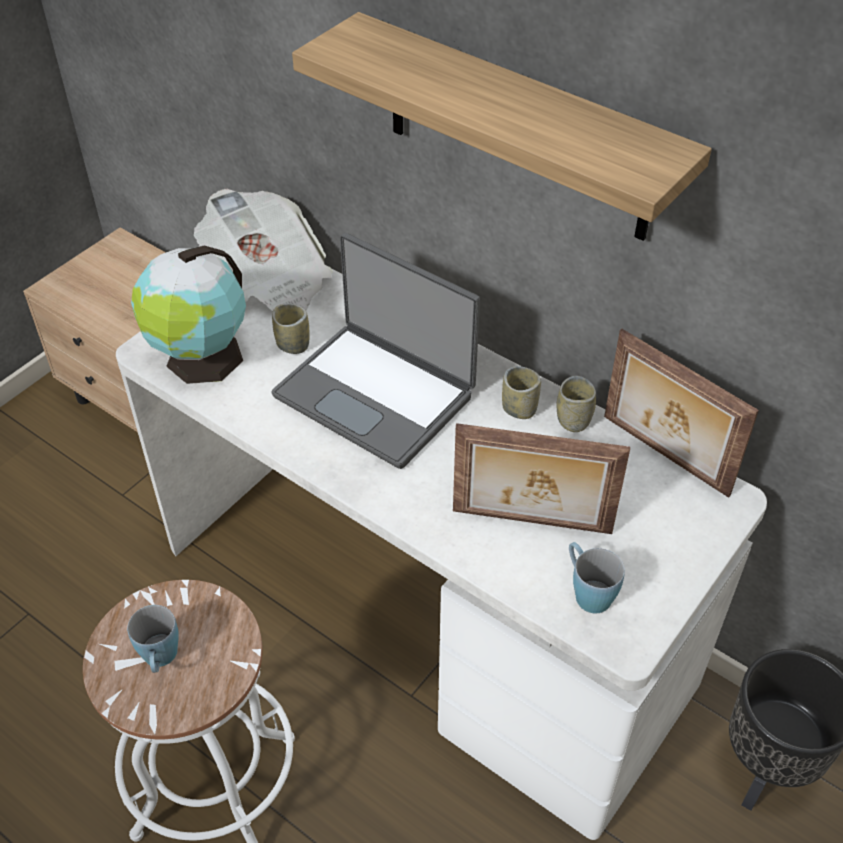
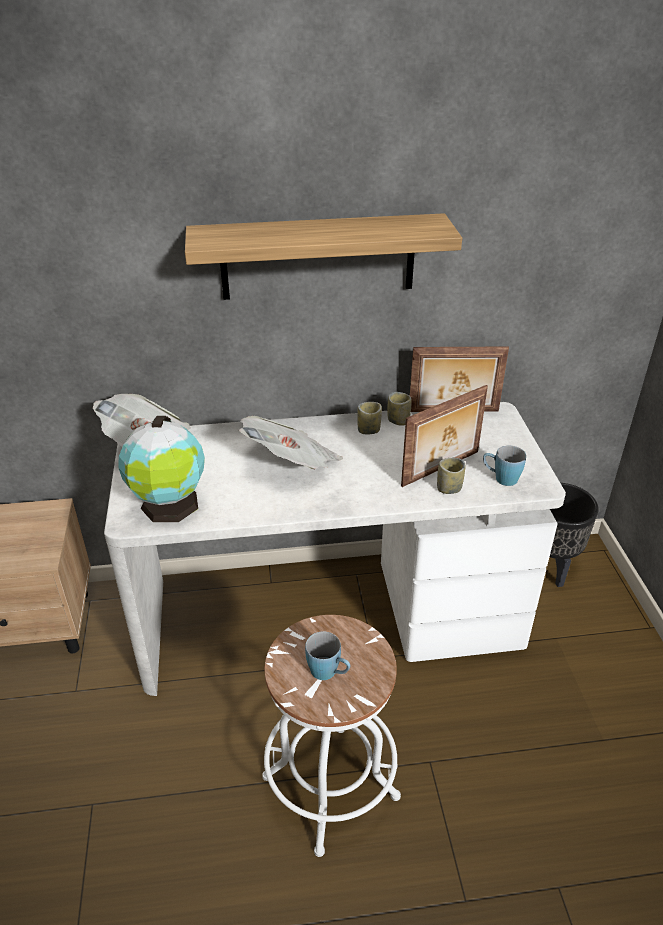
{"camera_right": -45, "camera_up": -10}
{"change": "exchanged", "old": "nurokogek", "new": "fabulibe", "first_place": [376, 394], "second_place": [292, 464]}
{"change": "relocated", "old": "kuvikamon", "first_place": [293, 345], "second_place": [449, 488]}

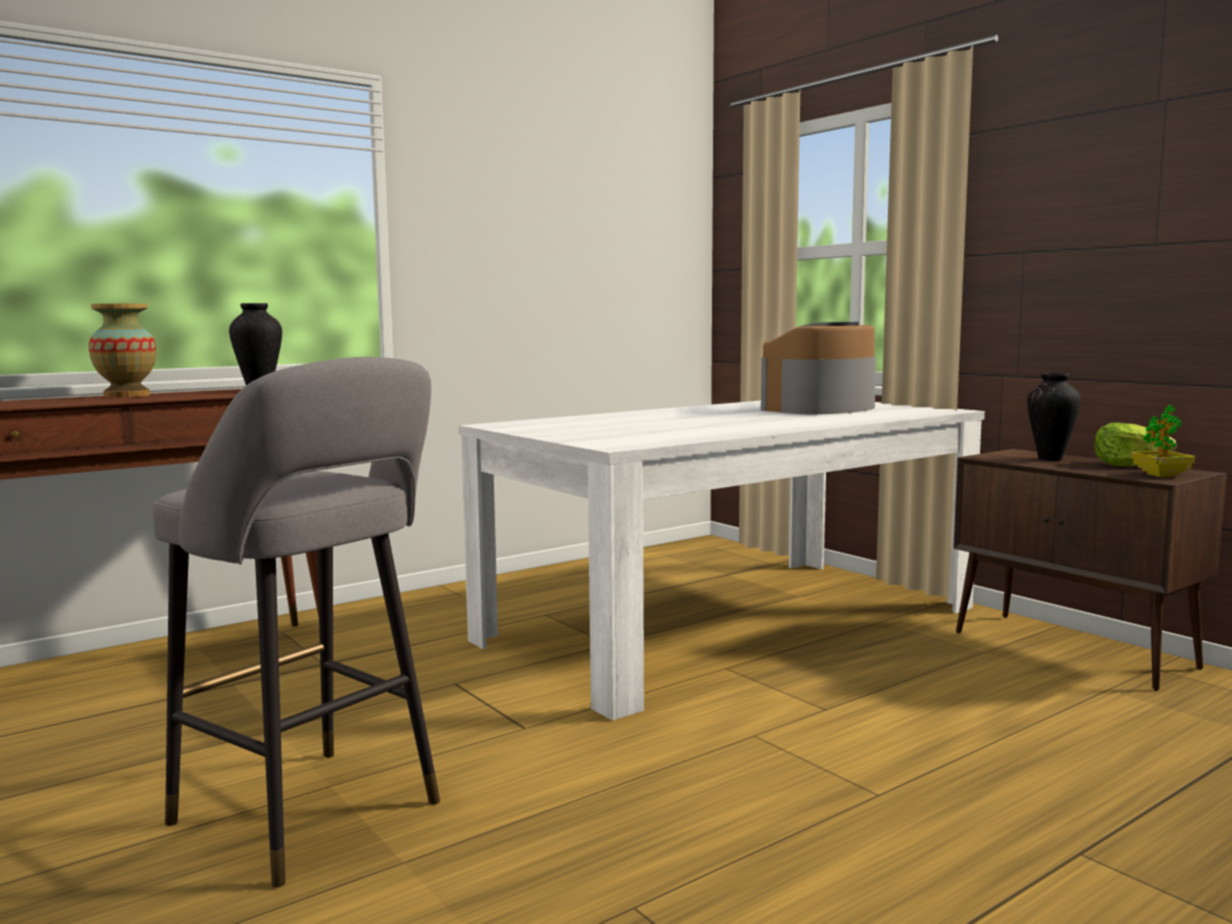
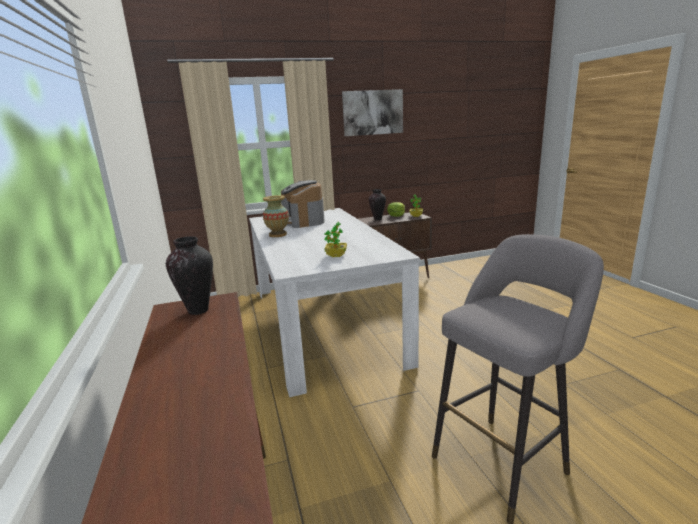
{"camera_right": -70, "camera_up": 10}
{"change": "relocated", "old": "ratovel", "first_place": [127, 395], "second_place": [277, 235]}
{"change": "appeared", "new": "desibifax", "second_place": [372, 112]}
{"change": "appeared", "new": "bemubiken", "second_place": [336, 255]}

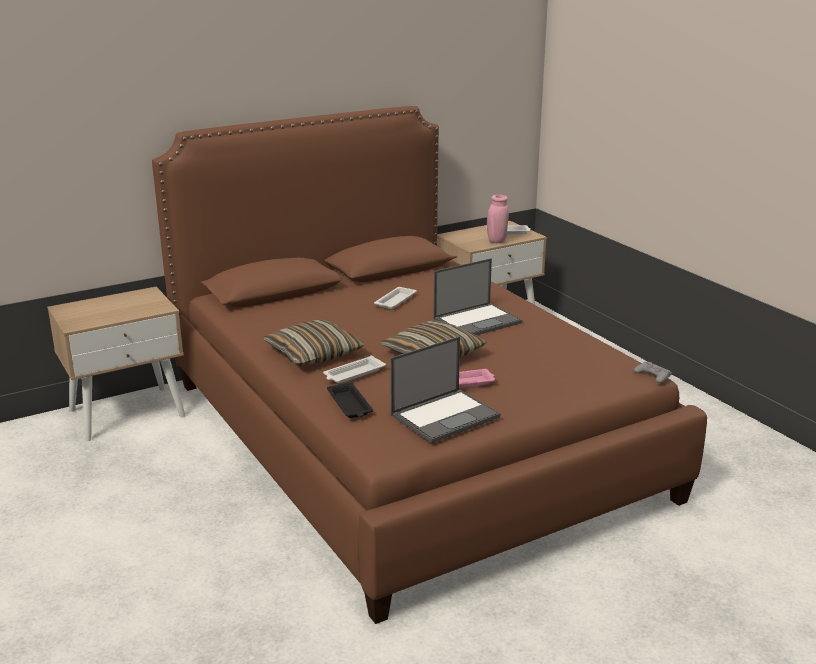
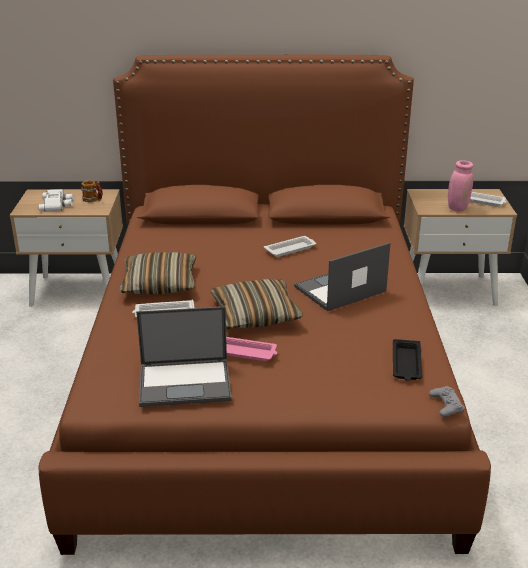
{"camera_right": 30, "camera_up": 5}
{"change": "spun", "old": "nurokogek", "first_place": [477, 321], "second_place": [339, 289], "degrees": 150}
{"change": "relocated", "old": "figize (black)", "first_place": [350, 405], "second_place": [406, 364]}
{"change": "appeared", "new": "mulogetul", "second_place": [93, 200]}
{"change": "appeared", "new": "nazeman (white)", "second_place": [57, 204]}

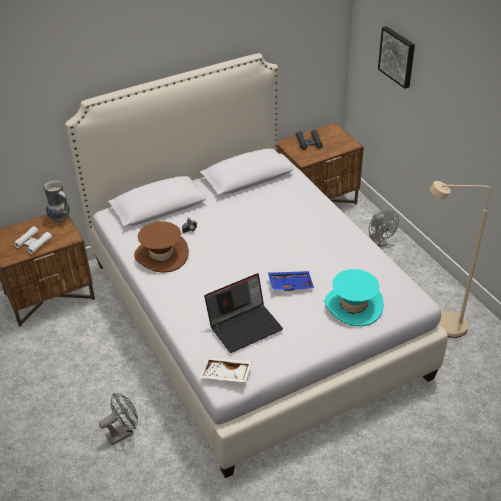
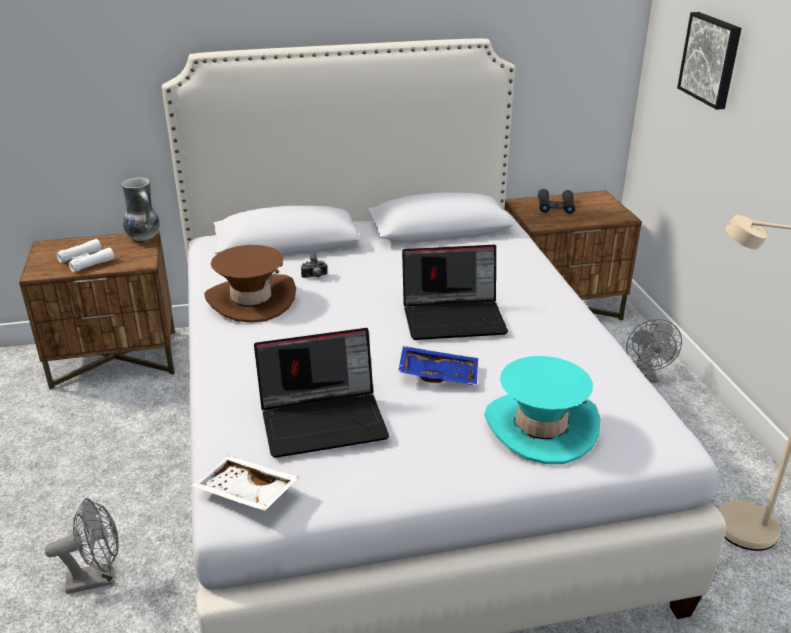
{"camera_right": 15, "camera_up": -10}
{"change": "appeared", "new": "nurokogek", "second_place": [455, 317]}

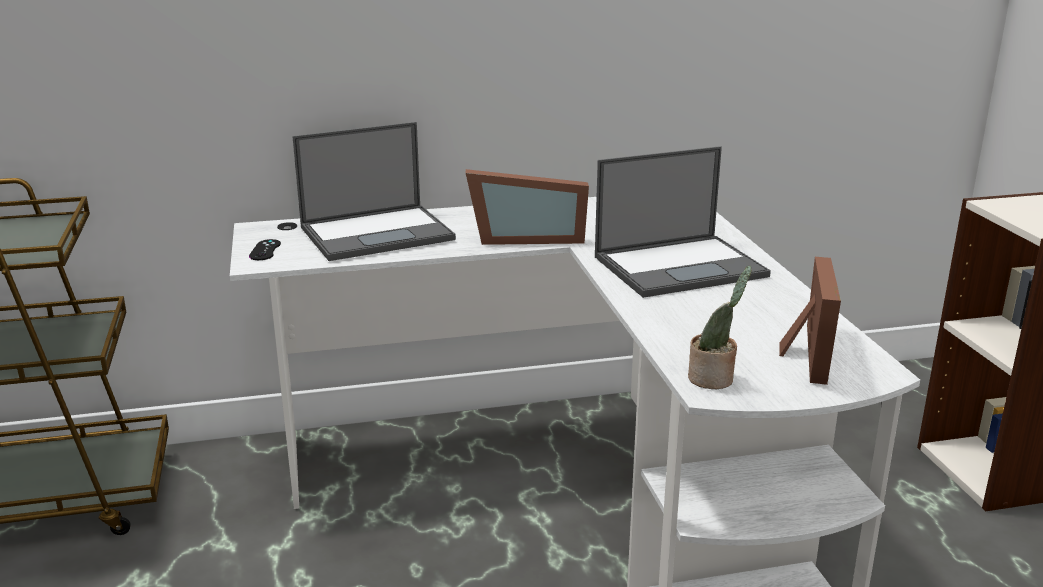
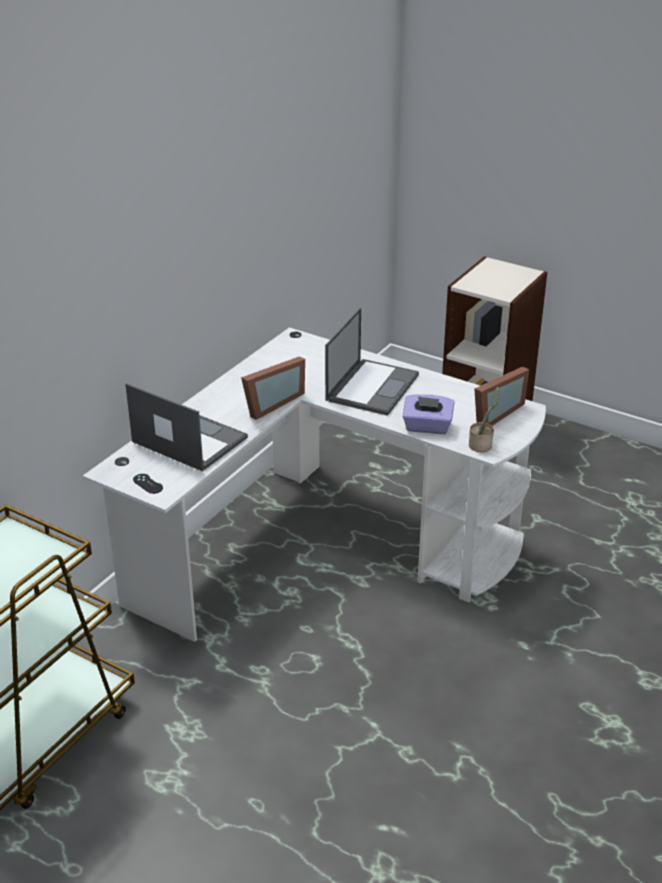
{"camera_right": -45, "camera_up": 10}
{"change": "spun", "old": "nurokogek", "first_place": [378, 233], "second_place": [188, 440], "degrees": -75}
{"change": "spun", "old": "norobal", "first_place": [802, 354], "second_place": [492, 414], "degrees": 75}
{"change": "appeared", "new": "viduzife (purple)", "second_place": [427, 427]}

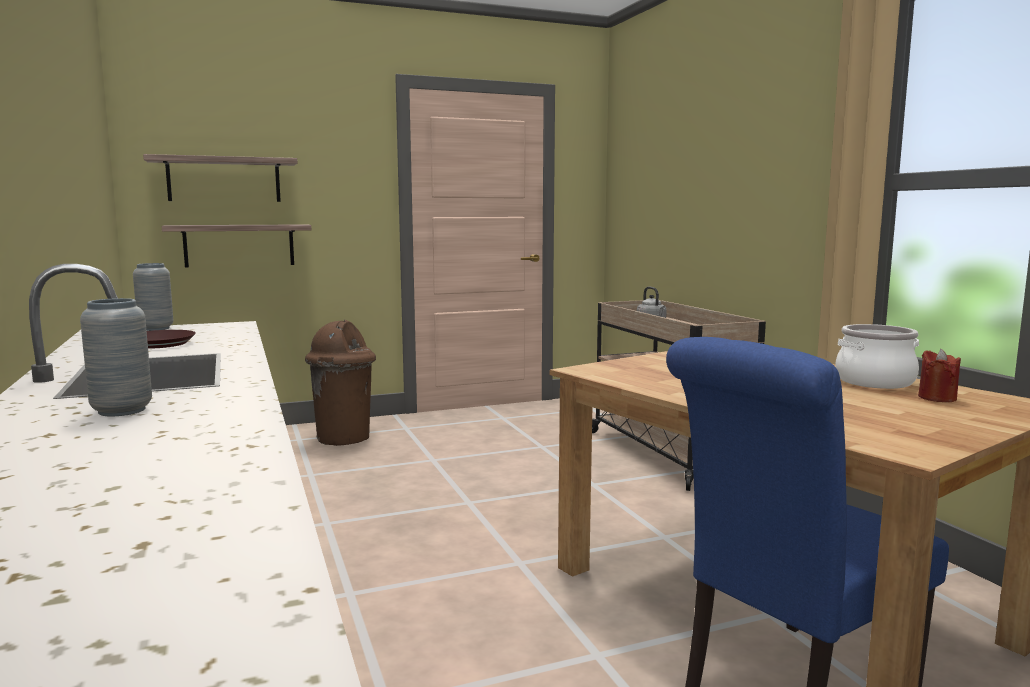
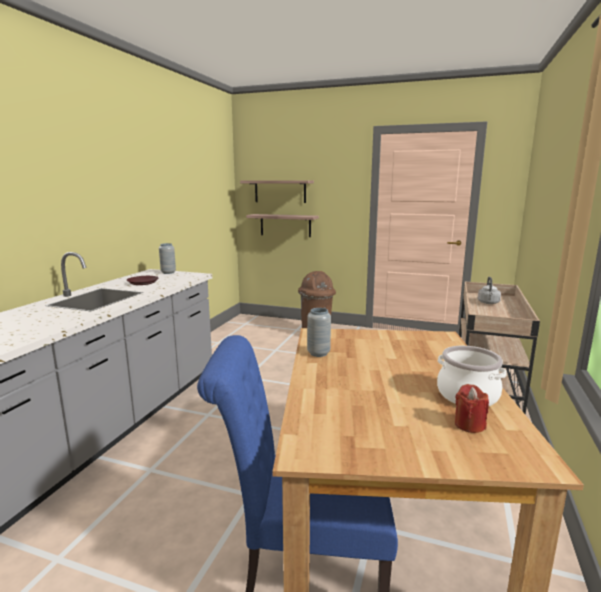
{"camera_right": 40, "camera_up": 5}
{"change": "relocated", "old": "ratovel (grey)", "first_place": [122, 411], "second_place": [318, 353]}

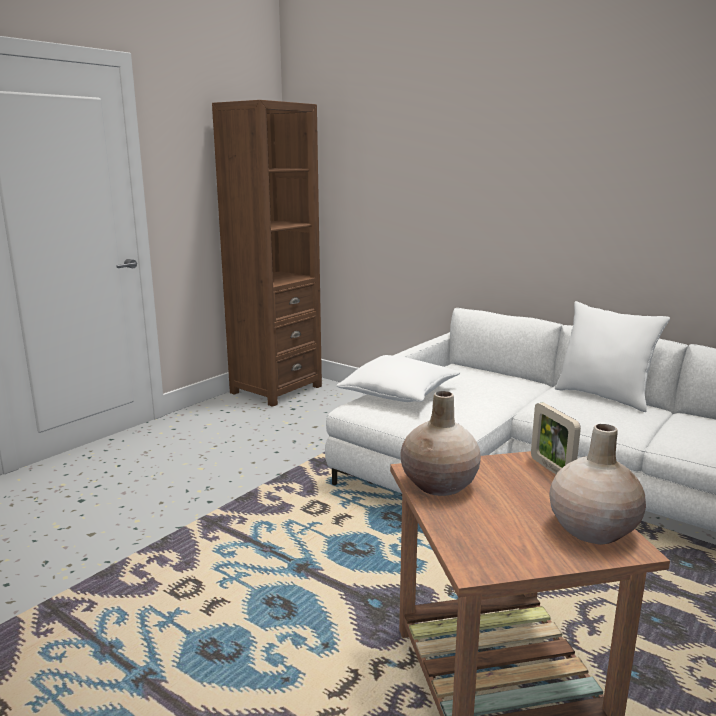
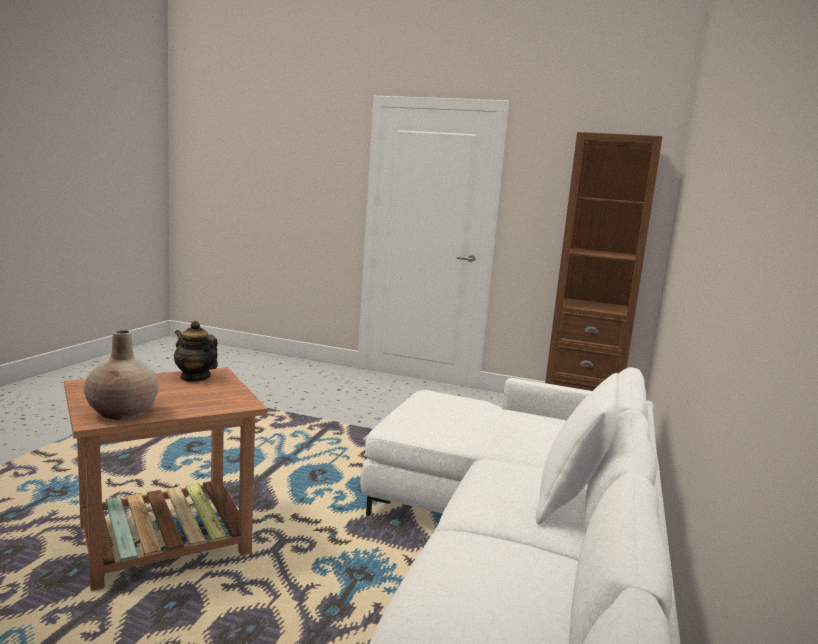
{"camera_right": 70, "camera_up": -5}
{"change": "missing", "old": "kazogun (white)", "first_place": [399, 394]}
{"change": "exchanged", "old": "ratovel (beige)", "new": "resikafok", "first_place": [439, 485], "second_place": [195, 377]}
{"change": "missing", "old": "norobal", "first_place": [551, 469]}

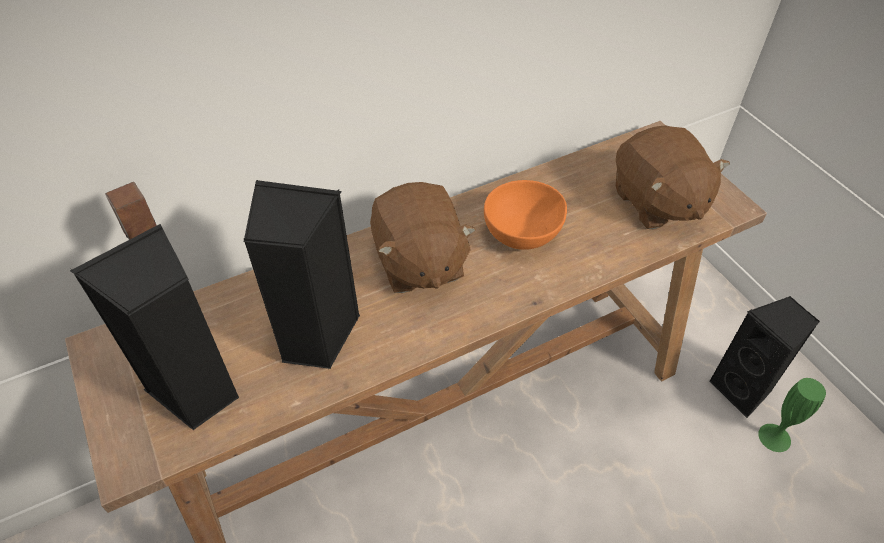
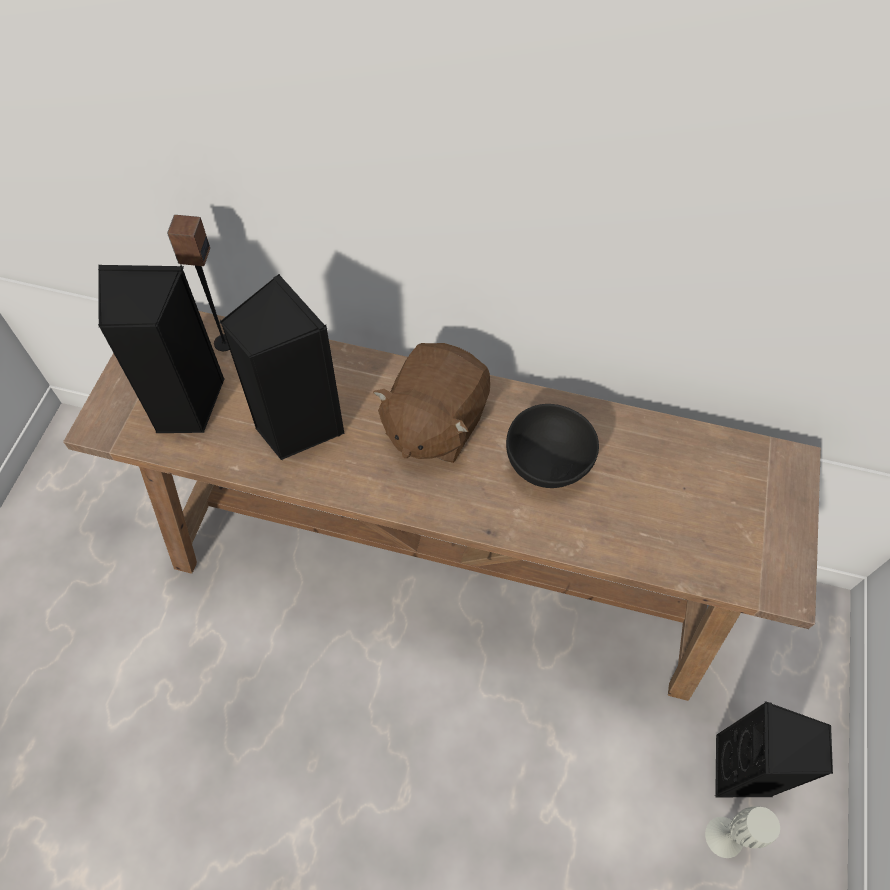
{"camera_right": 40, "camera_up": 10}
{"change": "missing", "old": "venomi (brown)", "first_place": [657, 202]}
{"change": "colour", "old": "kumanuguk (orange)", "new": "kumanuguk (black)", "first_place": [524, 234], "second_place": [548, 464]}
{"change": "colour", "old": "ratovel (green)", "new": "ratovel (white)", "first_place": [774, 437], "second_place": [724, 837]}

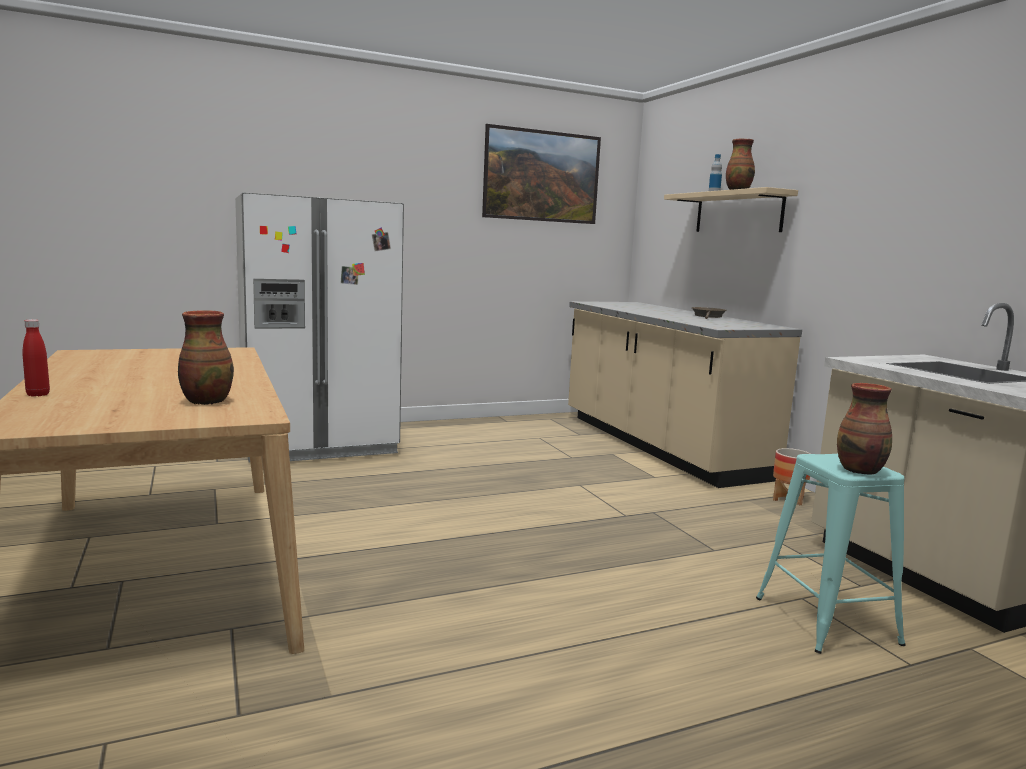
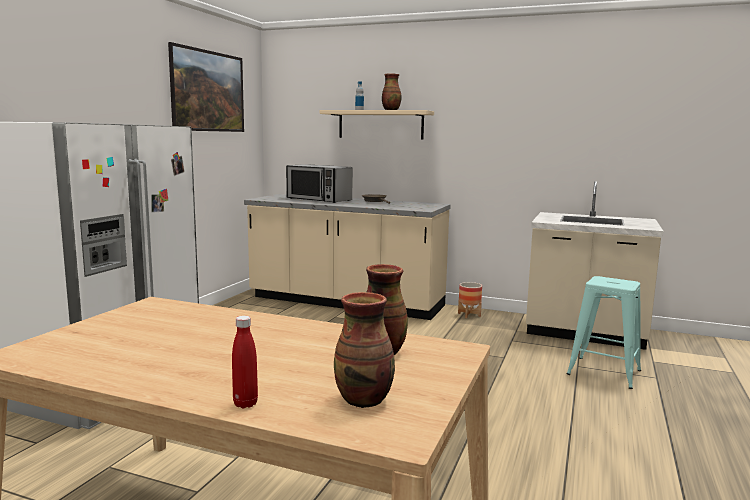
{"camera_right": -45, "camera_up": 0}
{"change": "relocated", "old": "ratovel", "first_place": [861, 470], "second_place": [365, 399]}
{"change": "appeared", "new": "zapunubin", "second_place": [319, 199]}

